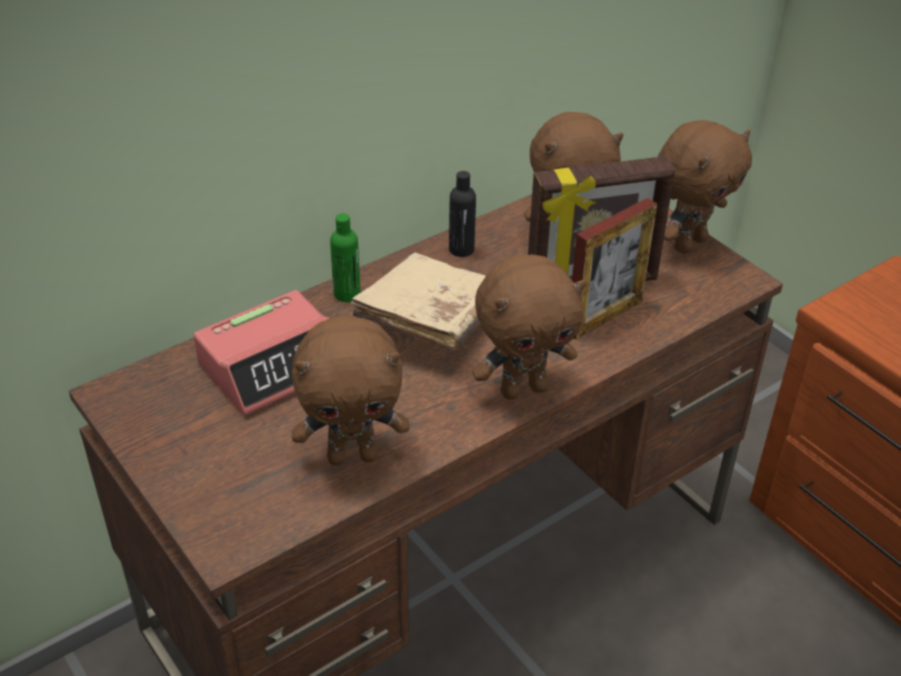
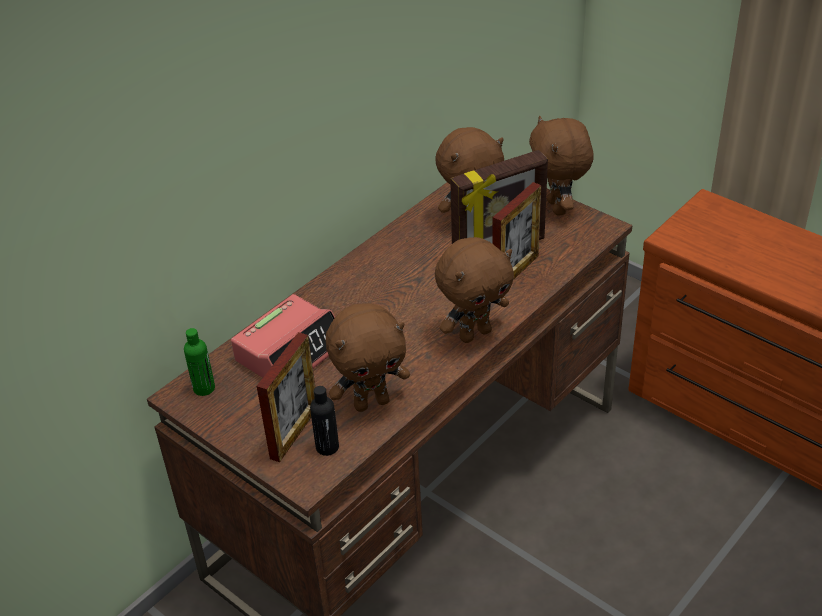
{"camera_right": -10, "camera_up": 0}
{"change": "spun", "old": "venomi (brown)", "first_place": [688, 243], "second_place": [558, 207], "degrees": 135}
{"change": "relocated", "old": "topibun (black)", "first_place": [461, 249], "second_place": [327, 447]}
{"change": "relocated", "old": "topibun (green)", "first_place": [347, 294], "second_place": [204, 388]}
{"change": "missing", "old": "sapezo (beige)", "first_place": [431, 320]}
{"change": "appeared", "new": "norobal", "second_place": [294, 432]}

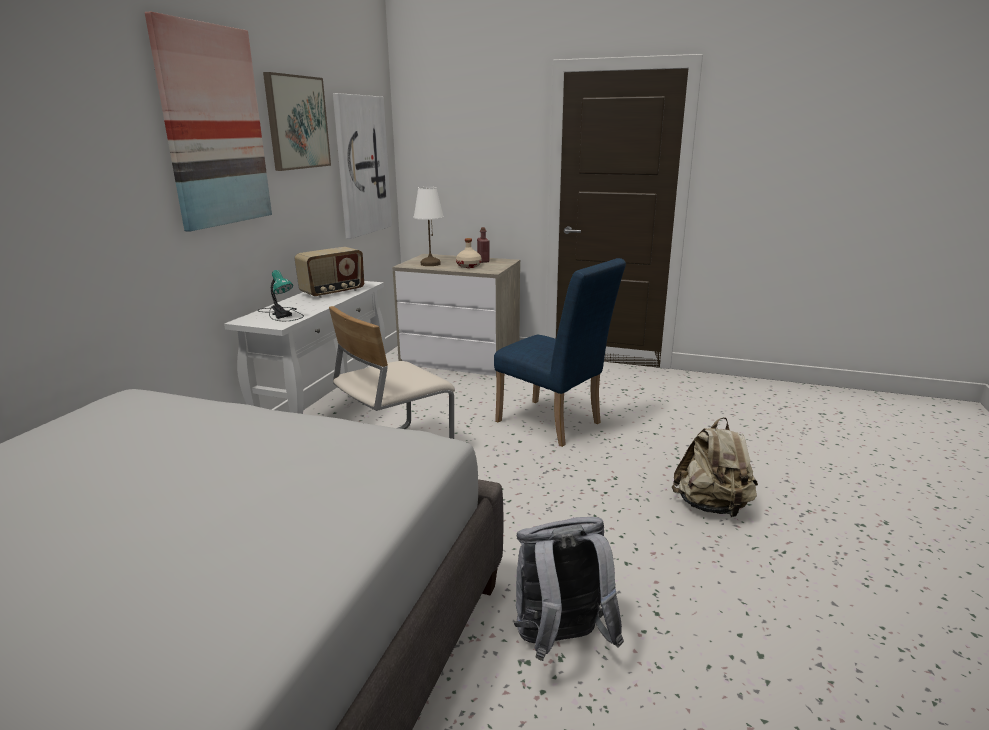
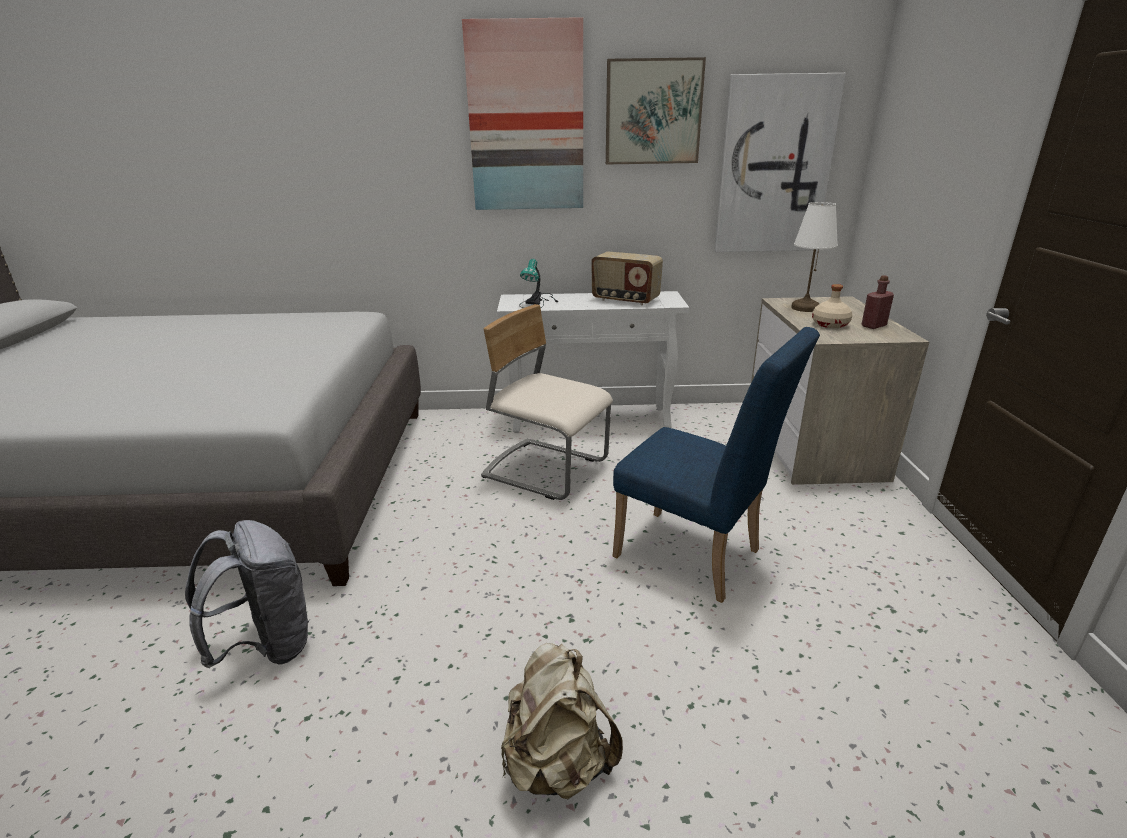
{"camera_right": 70, "camera_up": 5}
{"change": "spun", "old": "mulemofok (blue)", "first_place": [554, 424], "second_place": [696, 558], "degrees": -75}

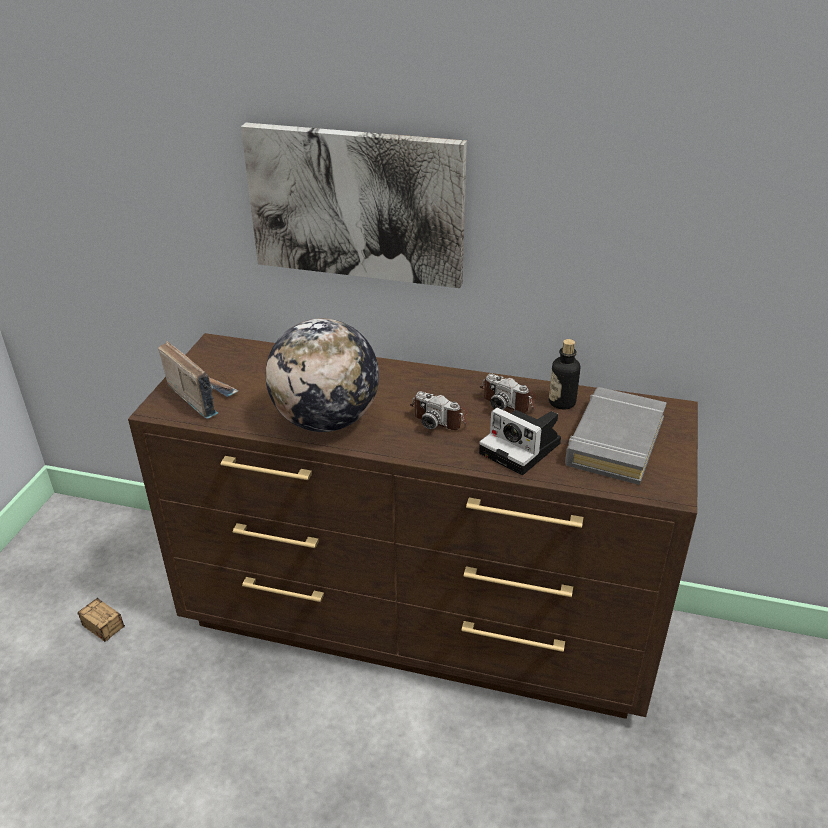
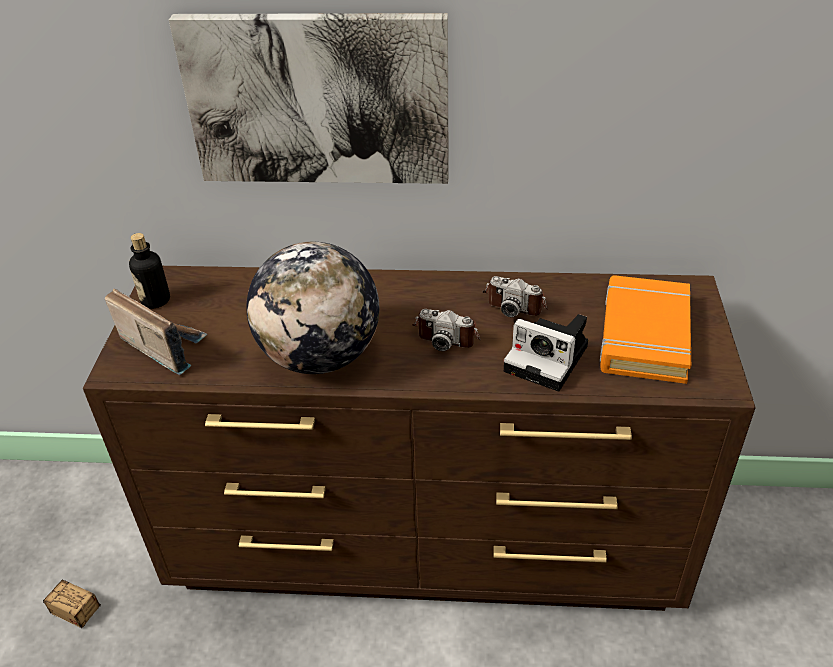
{"camera_right": -10, "camera_up": 5}
{"change": "relocated", "old": "topibun", "first_place": [562, 402], "second_place": [155, 300]}
{"change": "colour", "old": "sapezo (grey)", "new": "sapezo (orange)", "first_place": [614, 441], "second_place": [644, 335]}

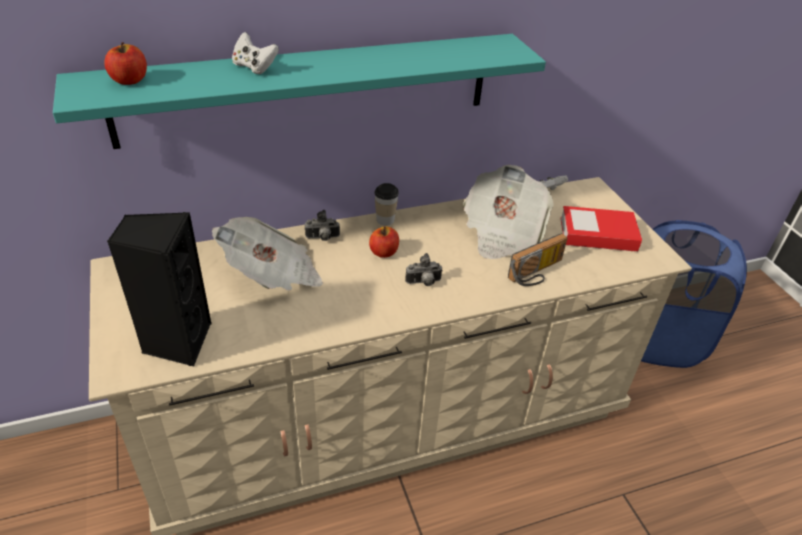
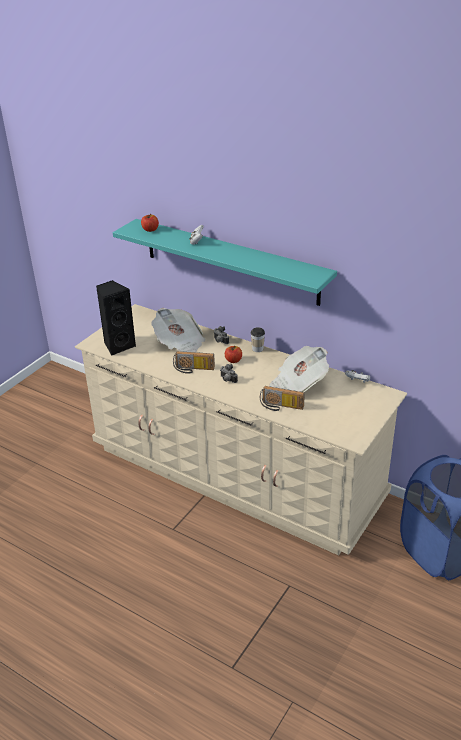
{"camera_right": 55, "camera_up": -5}
{"change": "missing", "old": "sapezo", "first_place": [597, 235]}
{"change": "appeared", "new": "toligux", "second_place": [193, 369]}

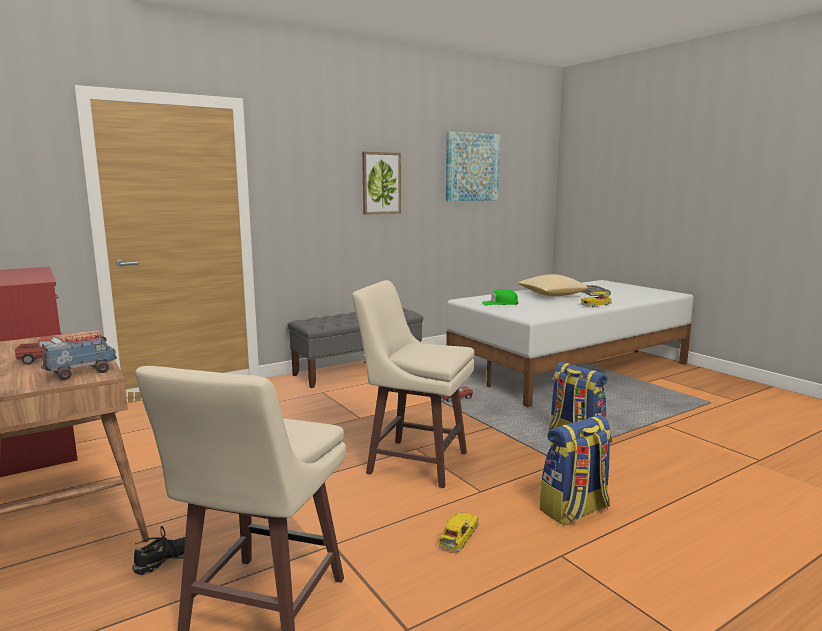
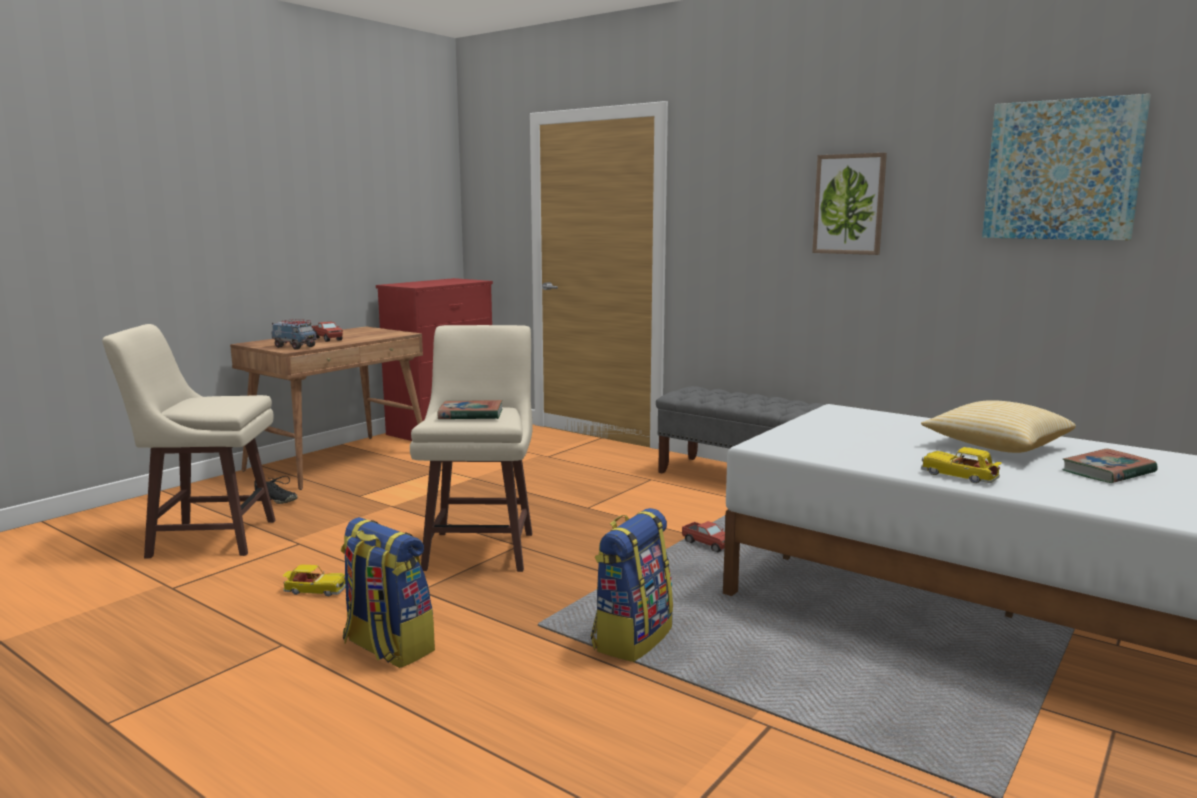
{"camera_right": 70, "camera_up": 0}
{"change": "missing", "old": "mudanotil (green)", "first_place": [499, 303]}
{"change": "appeared", "new": "sapezo", "second_place": [471, 415]}

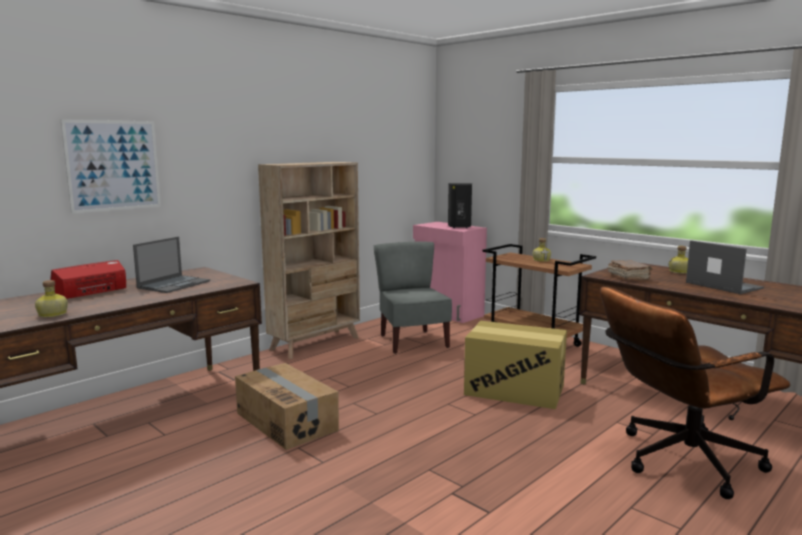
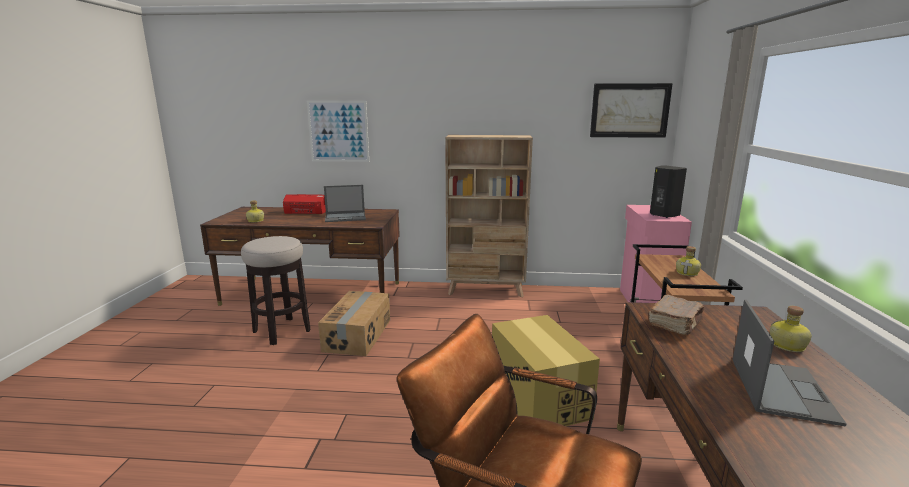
{"camera_right": 50, "camera_up": 5}
{"change": "missing", "old": "mulemofok (grey)", "first_place": [412, 341]}
{"change": "appeared", "new": "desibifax", "second_place": [629, 110]}
{"change": "appeared", "new": "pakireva", "second_place": [281, 331]}

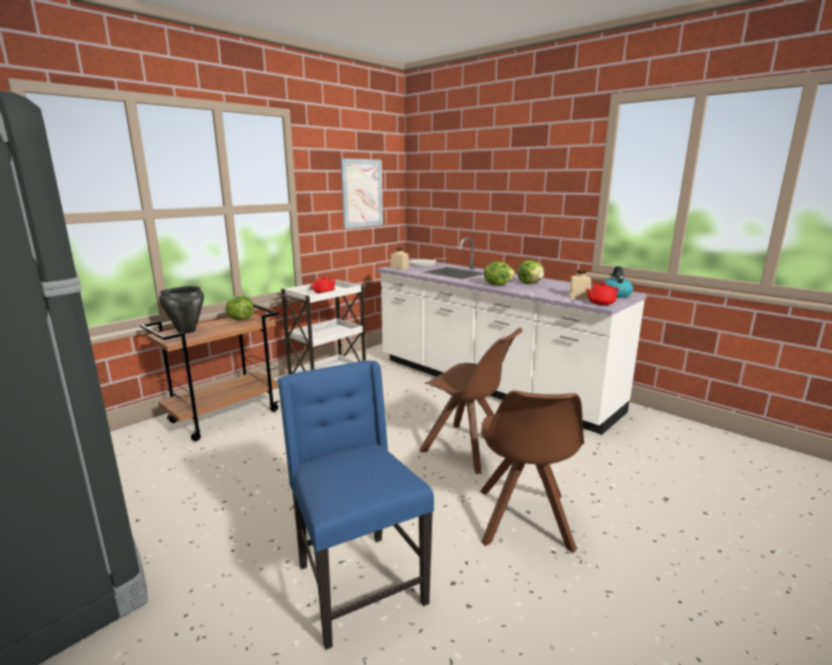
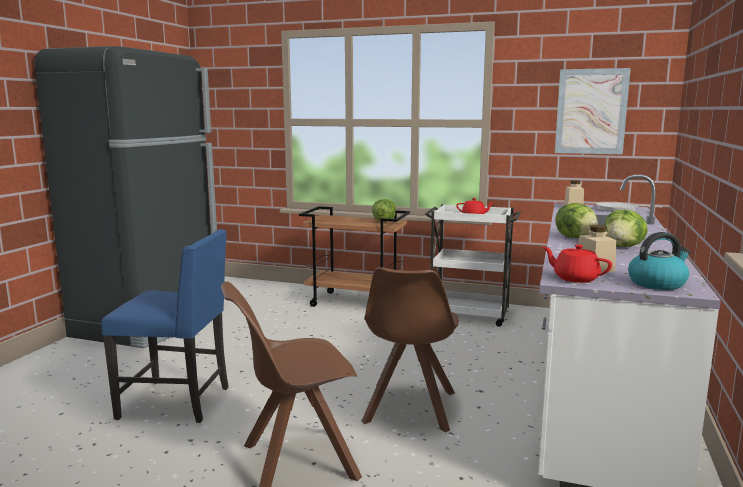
{"camera_right": 65, "camera_up": -5}
{"change": "missing", "old": "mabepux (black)", "first_place": [186, 331]}
{"change": "spun", "old": "mulemofok (blue)", "first_place": [357, 583], "second_place": [178, 402], "degrees": 60}

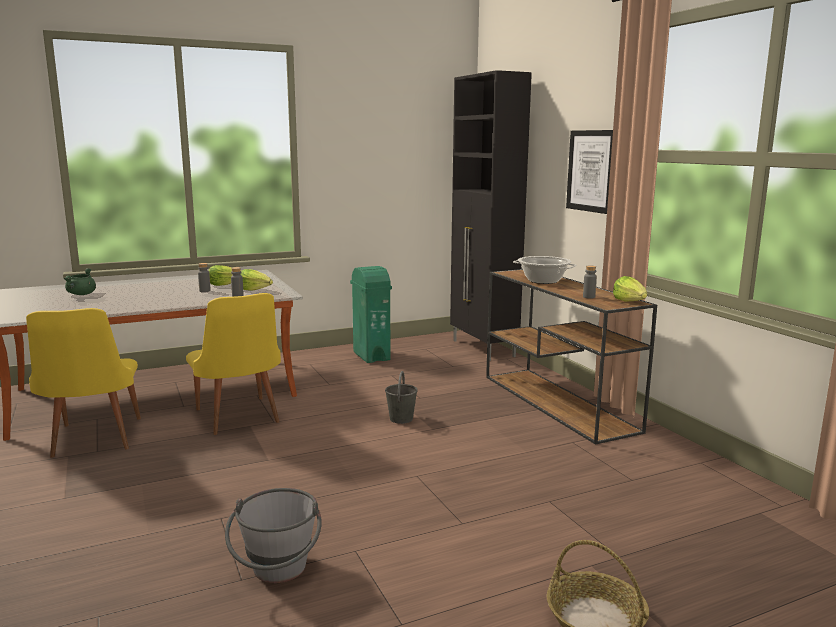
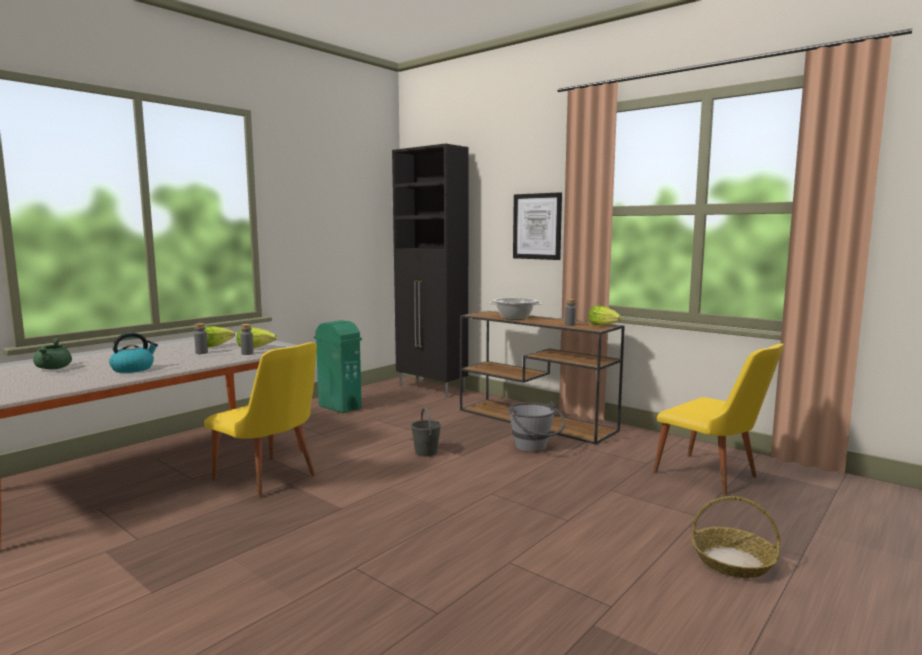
{"camera_right": -25, "camera_up": -5}
{"change": "relocated", "old": "mulemofok (yellow)", "first_place": [93, 441], "second_place": [714, 477]}
{"change": "relocated", "old": "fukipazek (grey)", "first_place": [278, 574], "second_place": [534, 449]}
{"change": "appeared", "new": "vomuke", "second_place": [133, 369]}

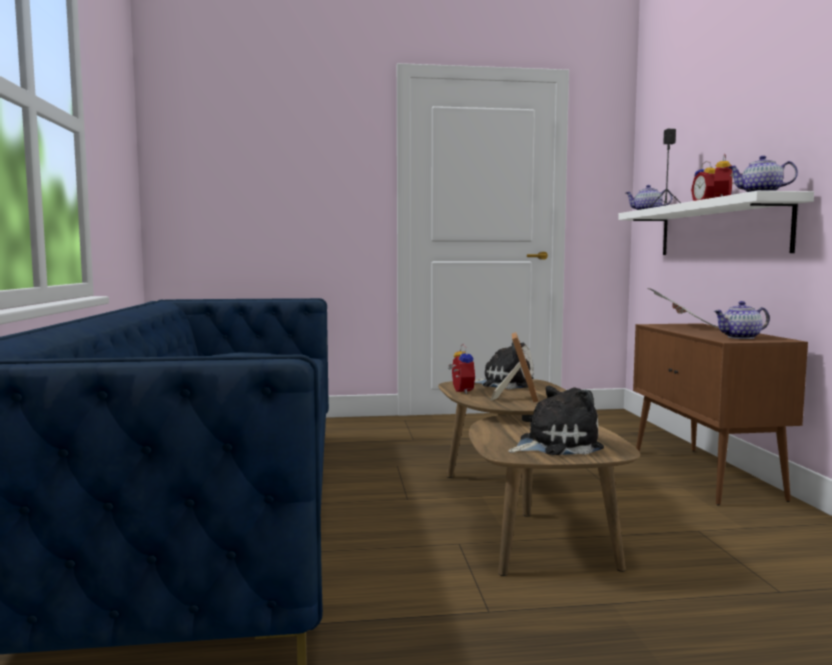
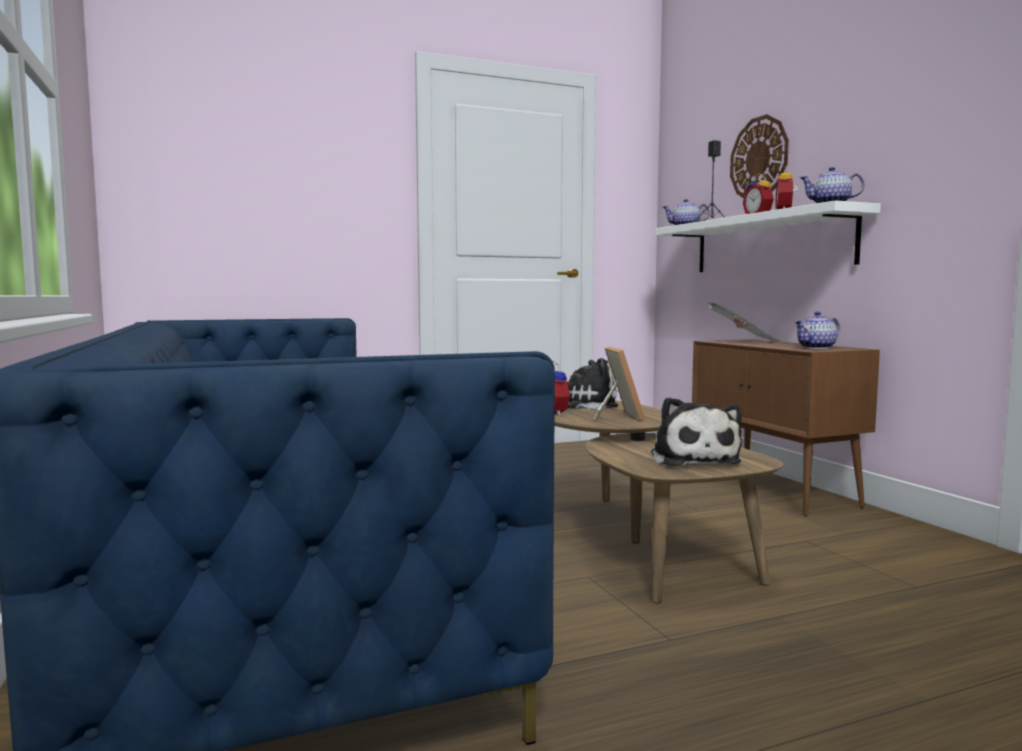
{"camera_right": -15, "camera_up": 0}
{"change": "spun", "old": "venomi", "first_place": [555, 445], "second_place": [693, 459], "degrees": 120}
{"change": "appeared", "new": "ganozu", "second_place": [759, 159]}

